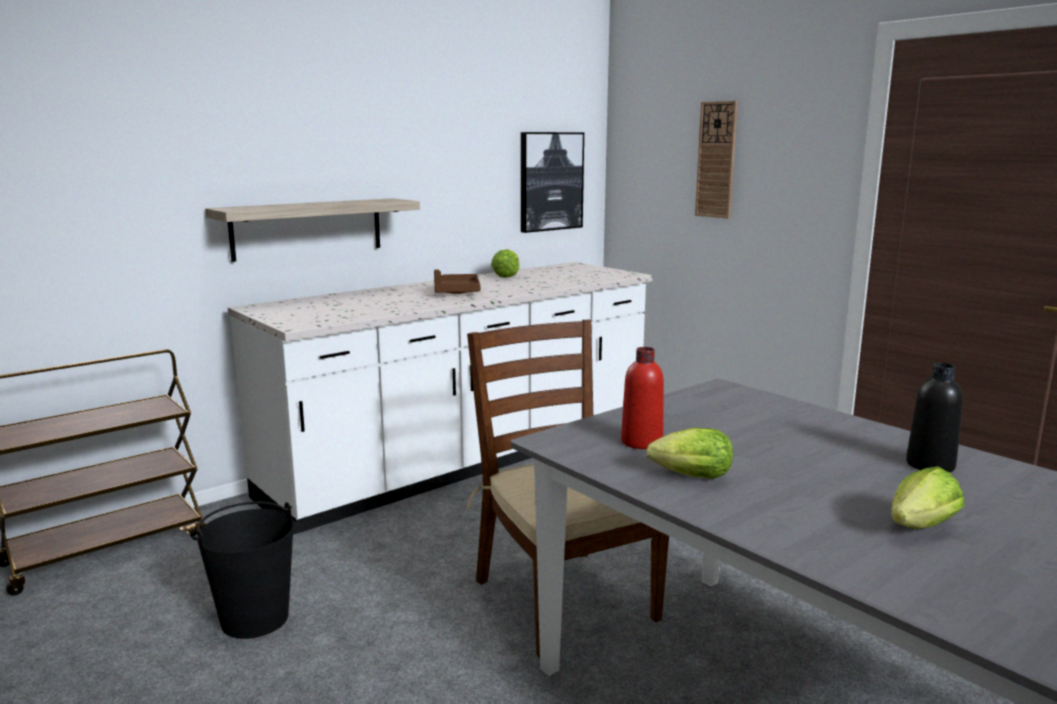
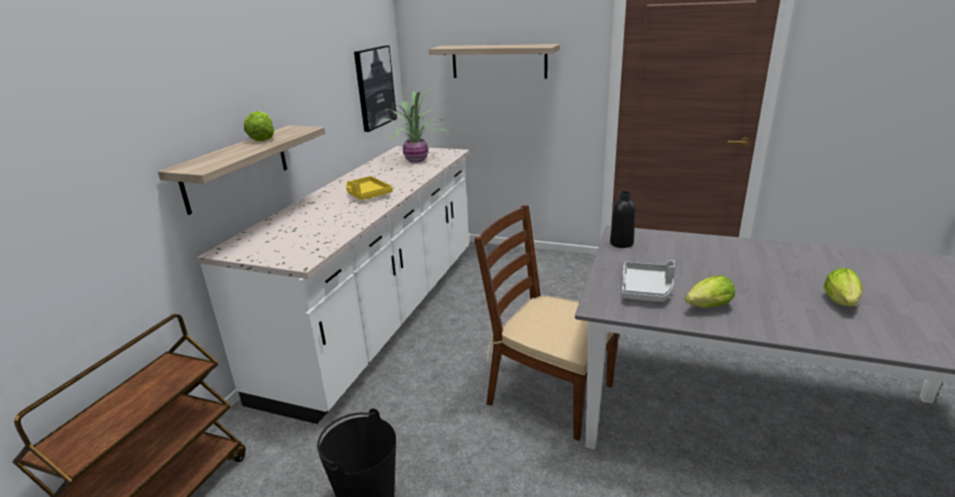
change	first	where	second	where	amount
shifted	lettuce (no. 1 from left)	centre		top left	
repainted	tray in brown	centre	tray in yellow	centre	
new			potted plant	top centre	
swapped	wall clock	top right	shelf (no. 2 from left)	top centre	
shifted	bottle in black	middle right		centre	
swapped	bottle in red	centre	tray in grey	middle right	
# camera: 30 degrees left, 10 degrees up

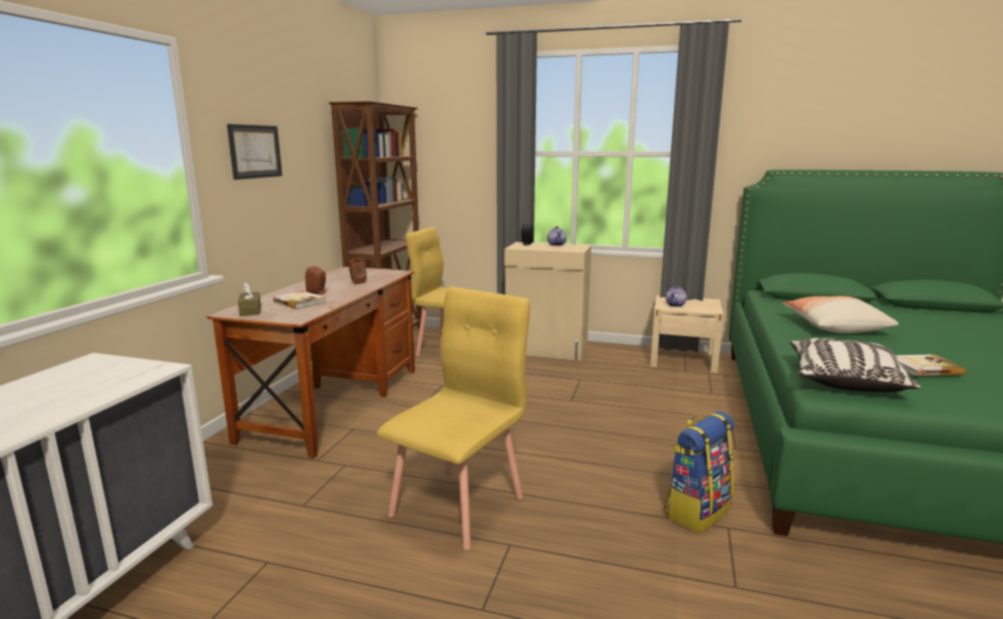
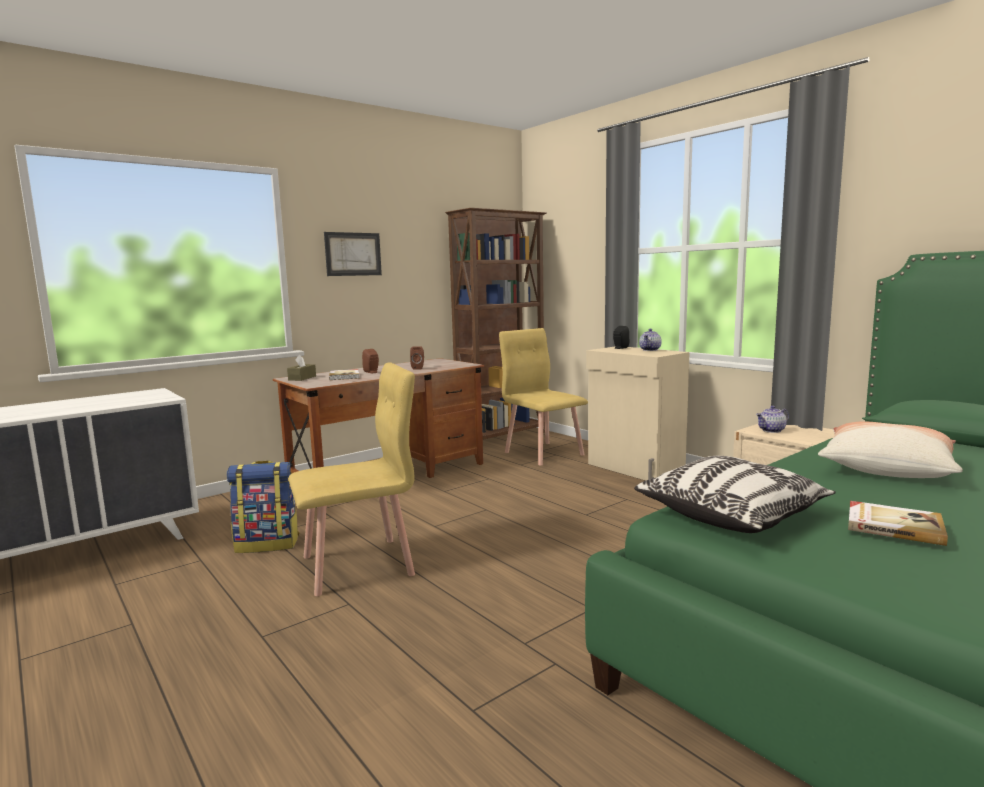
change	first	where	second	where	amount
shifted	backpack	bottom right		middle left	
# camera: 35 degrees right, 5 degrees down

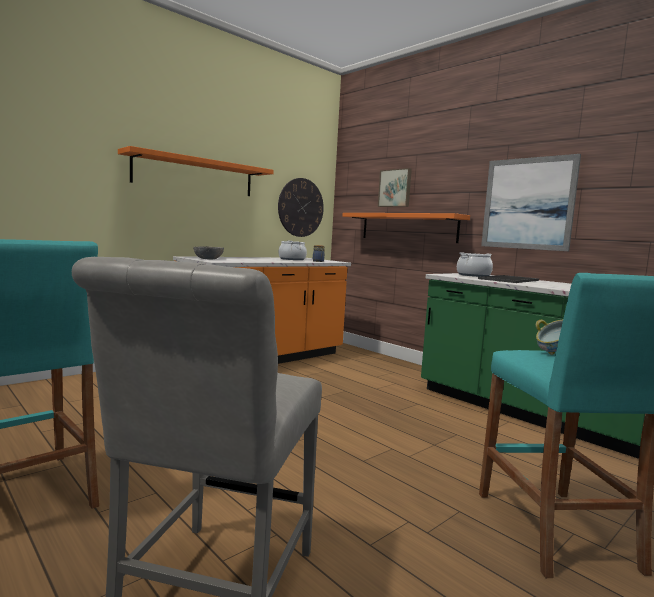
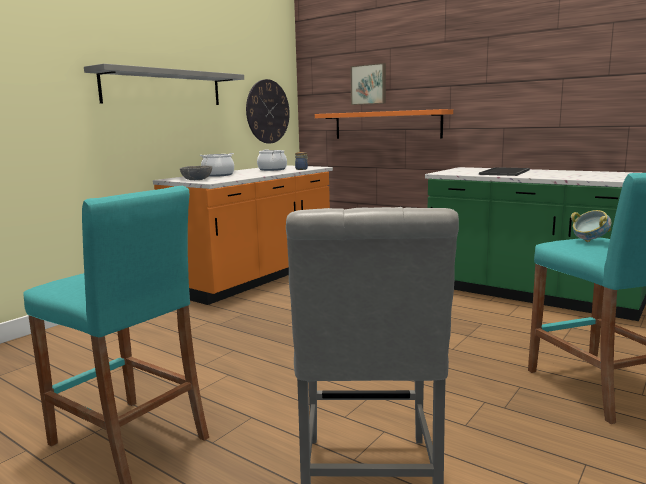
change	first	where	second	where	amount
repainted	shelf in orange (no. 1 from left)	top left	shelf in grey	top left	
shifted	cooking pot (no. 2 from left in the first image)	middle right	cooking pot (no. 1 from left)	centre	
gone	picture (no. 2 from left)	middle right			
# camera: 10 degrees left, 5 degrees up

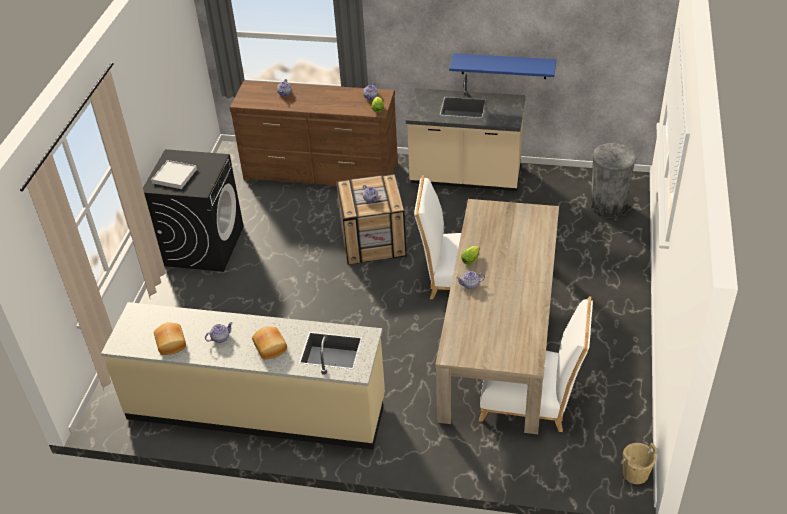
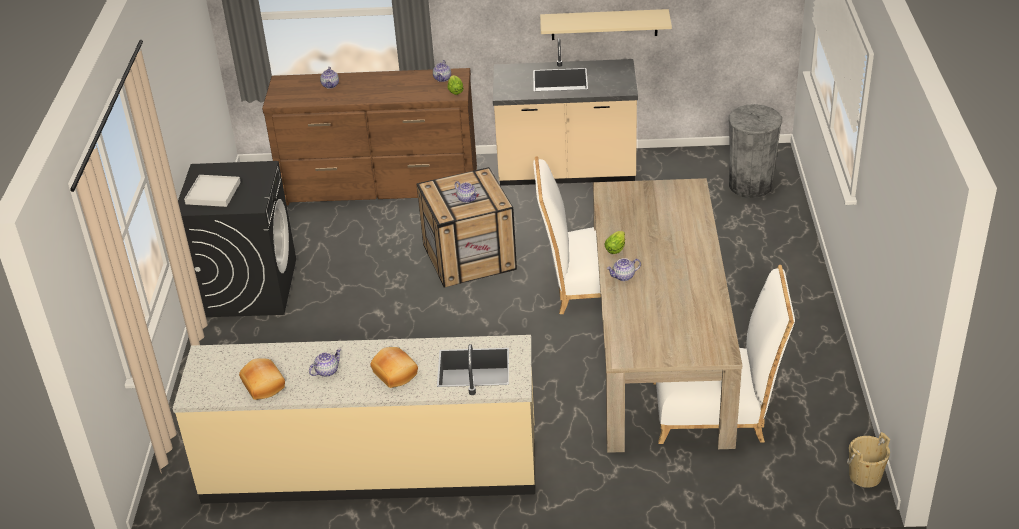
change	first	where	second	where	amount
repainted	shelf in blue	top centre	shelf in beige	top centre	
# camera: 10 degrees left, 5 degrees down

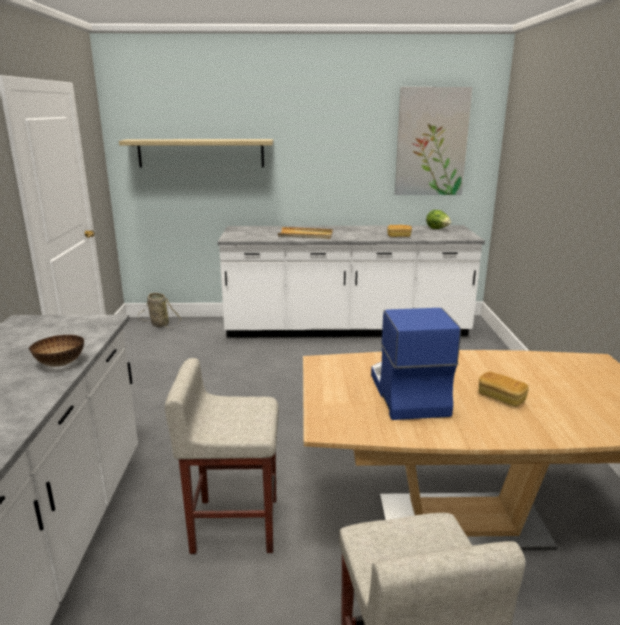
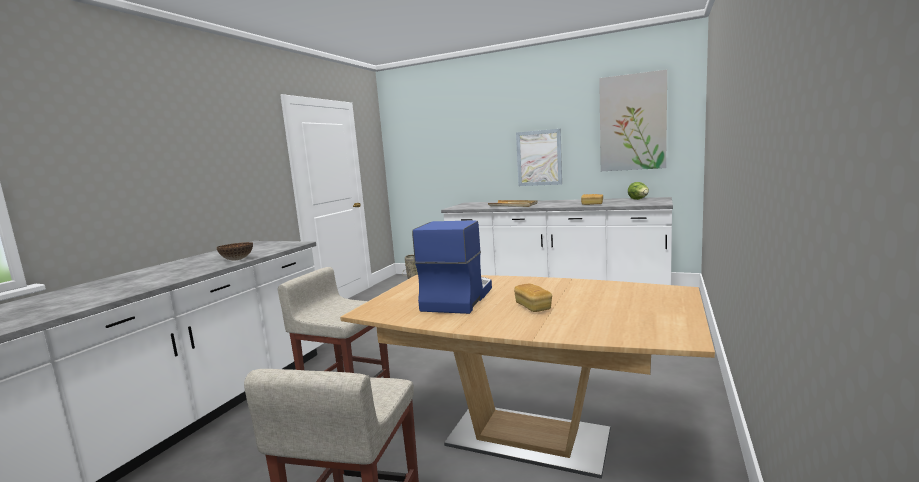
change	first	where	second	where	amount
new			picture (no. 1 from left)	top centre	
gone	shelf	top left			
# camera: 25 degrees right, 10 degrees down

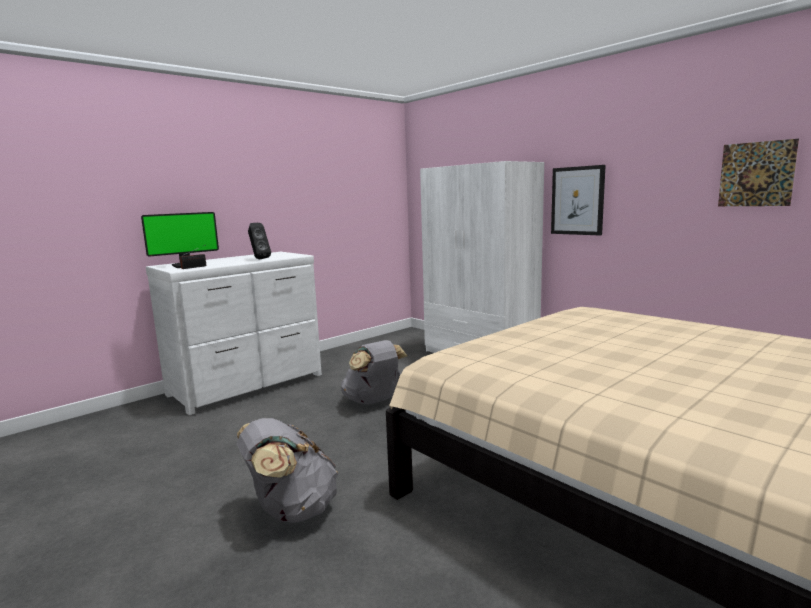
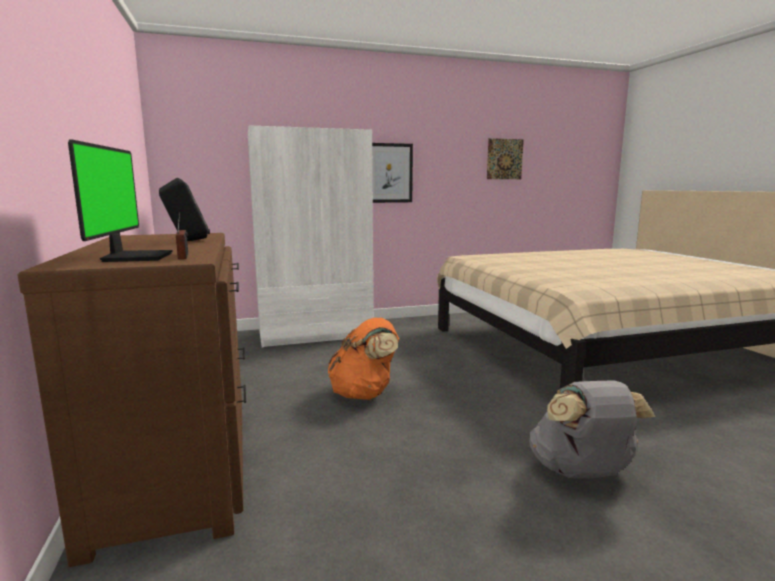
change	first	where	second	where	amount
repainted	dresser in white	middle left	dresser in brown	bottom left	
repainted	backpack in grey (no. 2 from left)	centre	backpack in orange	centre	
# camera: 65 degrees left, 0 degrees up

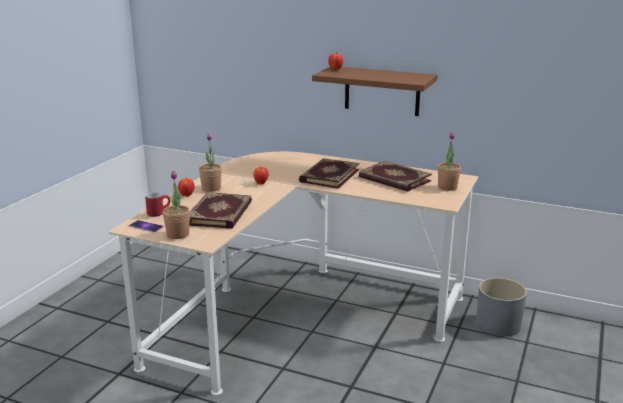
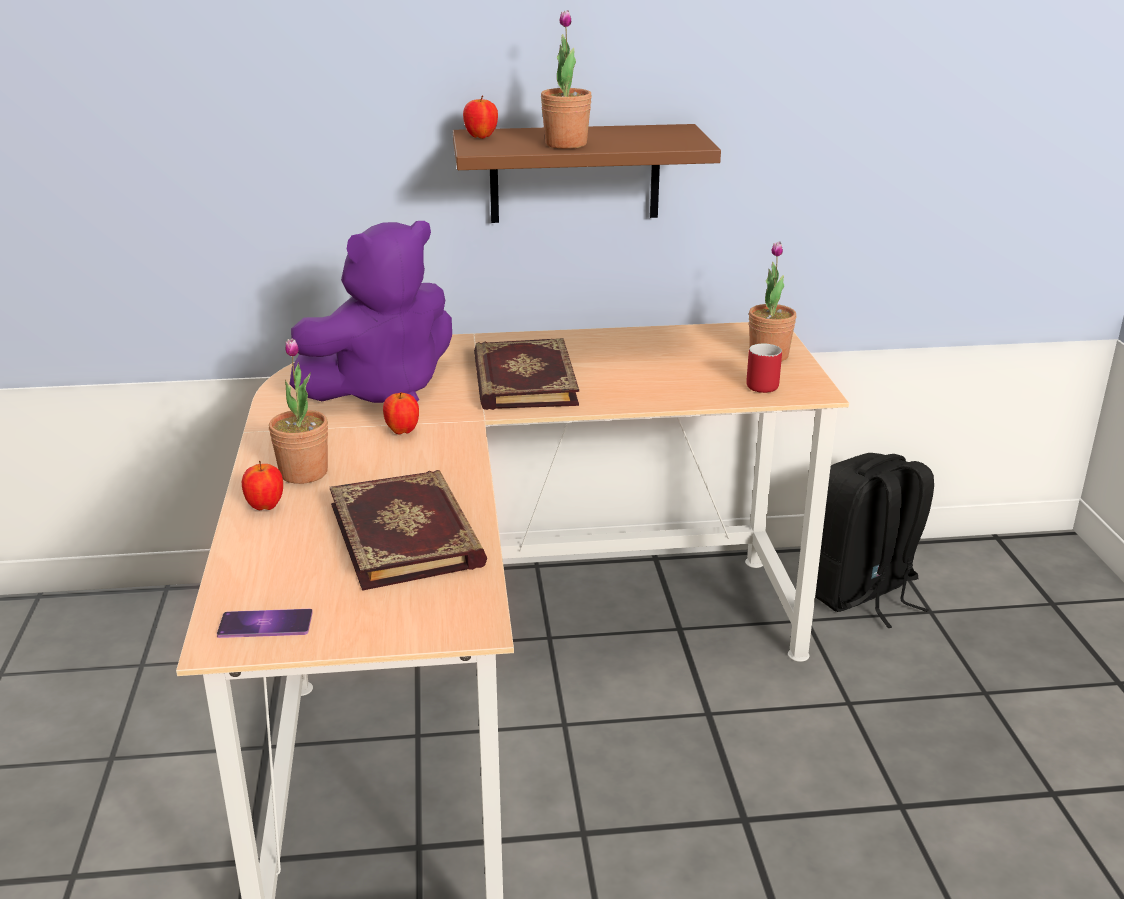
change	first	where	second	where	amount
new			plush toy in purple	middle left	
shifted	potted plant (no. 1 from left in the first image)	middle left	potted plant (no. 2 from left)	top centre	
shifted	mug in red	middle left		middle right	
swapped	planter in grey	bottom right	backpack in black	middle right	
gone	book (no. 3 from left)	centre			
# camera: 30 degrees left, 5 degrees up

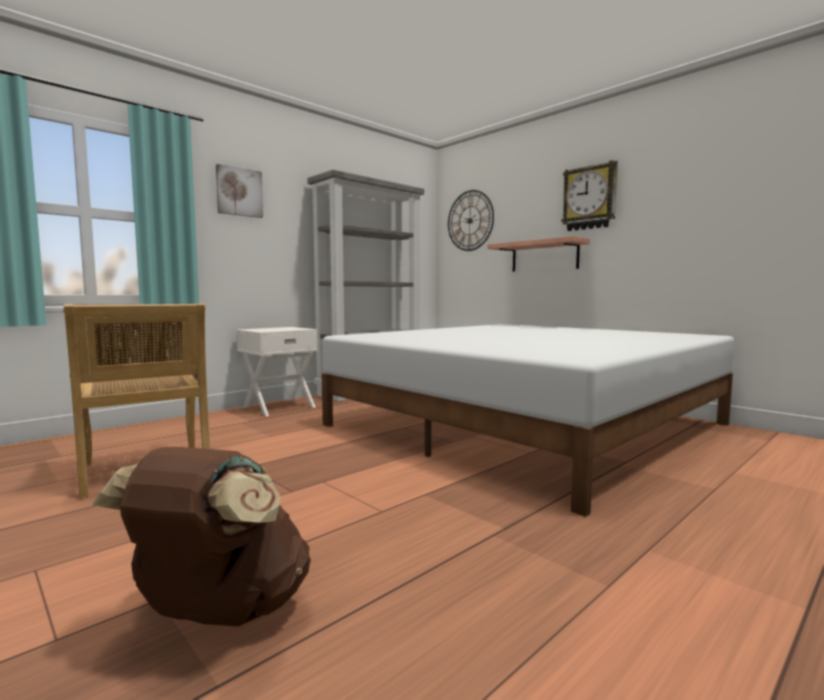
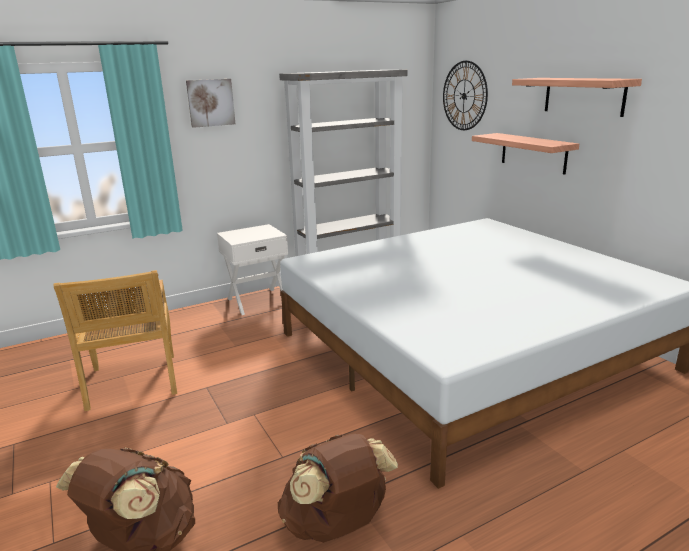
change	first	where	second	where	amount
new			backpack in brown (no. 2 from left)	bottom centre	
swapped	wall clock (no. 2 from left)	top right	shelf (no. 2 from left)	top right	
# camera: 15 degrees right, 15 degrees up

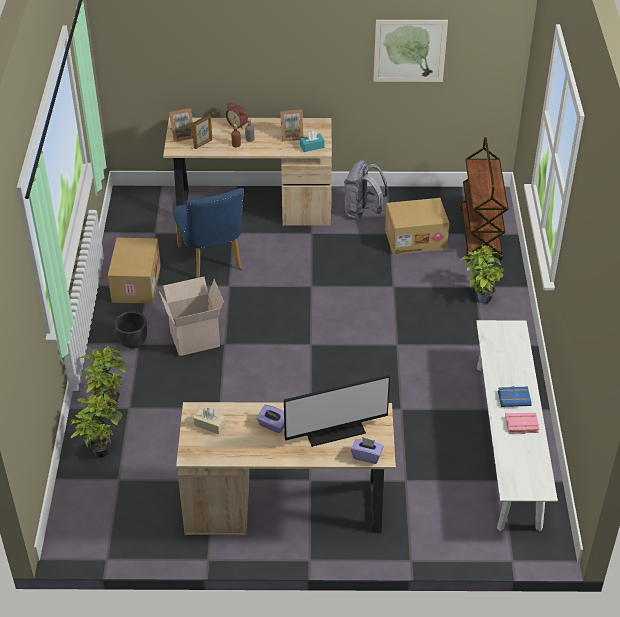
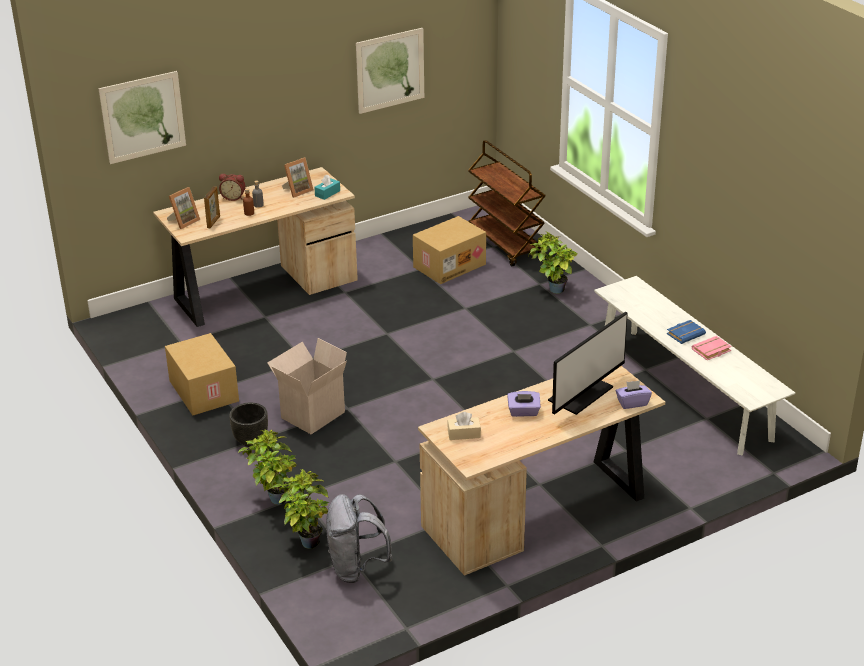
change	first	where	second	where	amount
new			picture (no. 1 from left)	top left	
shifted	backpack in grey	top centre		bottom centre	
gone	chair in blue	centre			
# camera: 30 degrees left, 10 degrees down

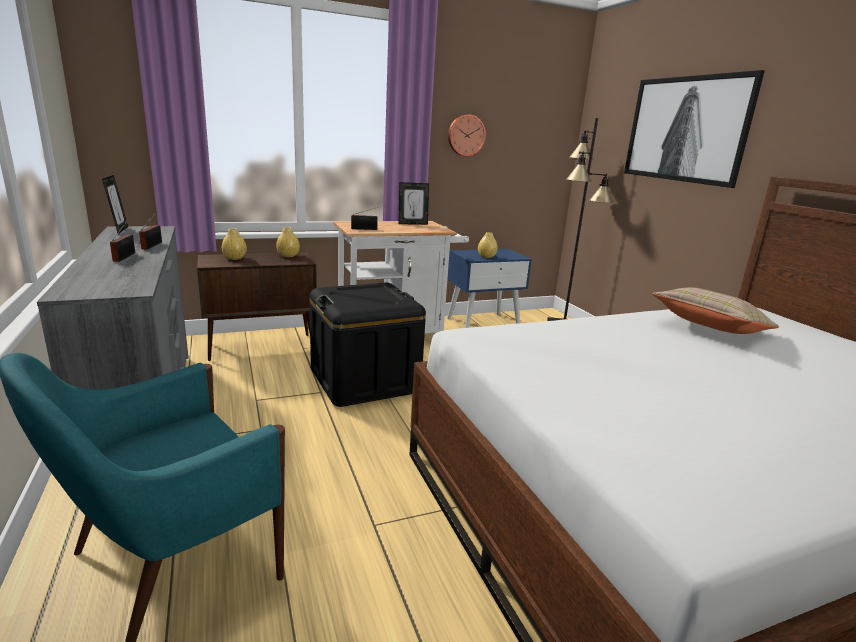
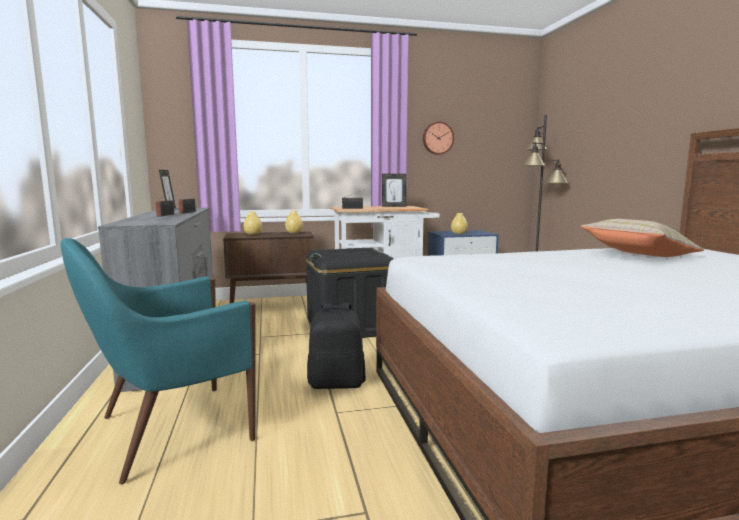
change	first	where	second	where	amount
new			backpack in black	centre	
gone	picture	top right			
# camera: 10 degrees right, 10 degrees down

